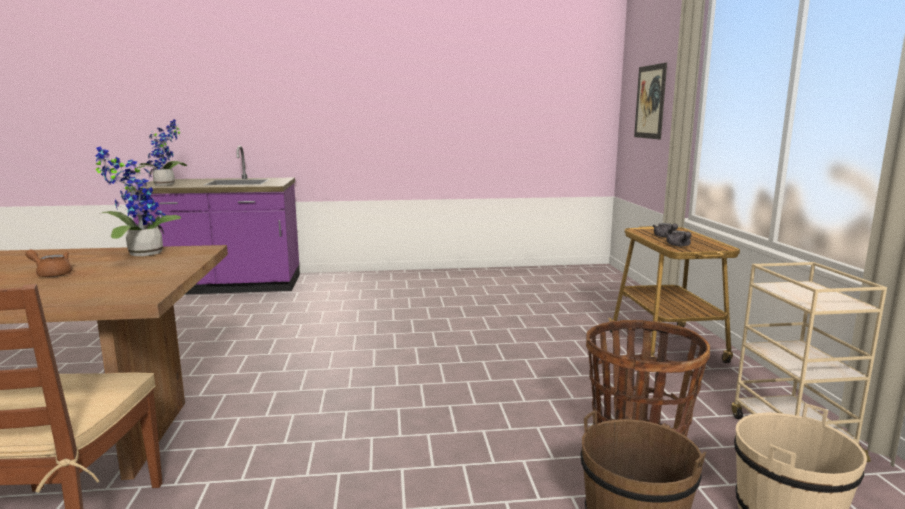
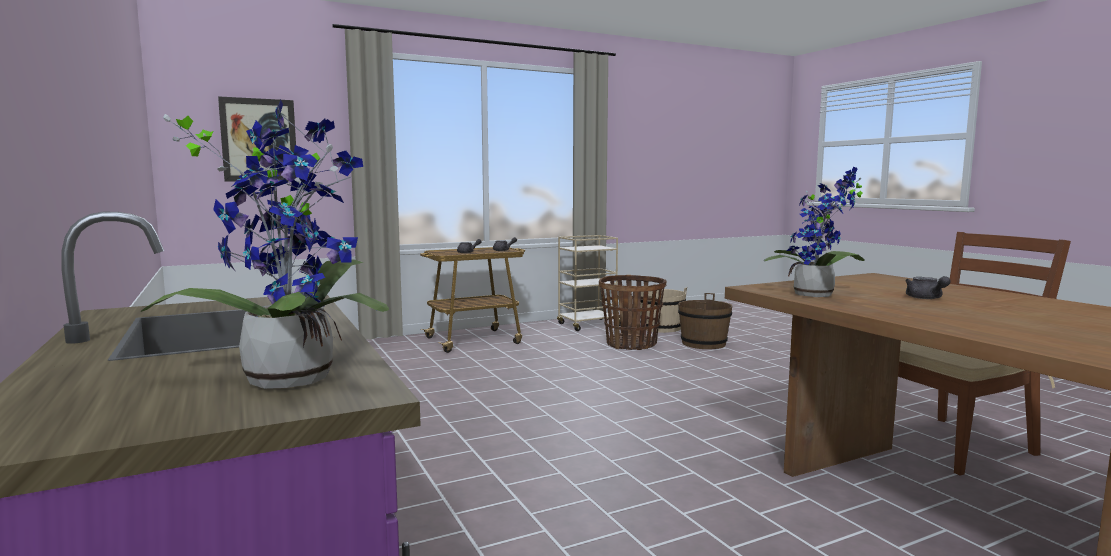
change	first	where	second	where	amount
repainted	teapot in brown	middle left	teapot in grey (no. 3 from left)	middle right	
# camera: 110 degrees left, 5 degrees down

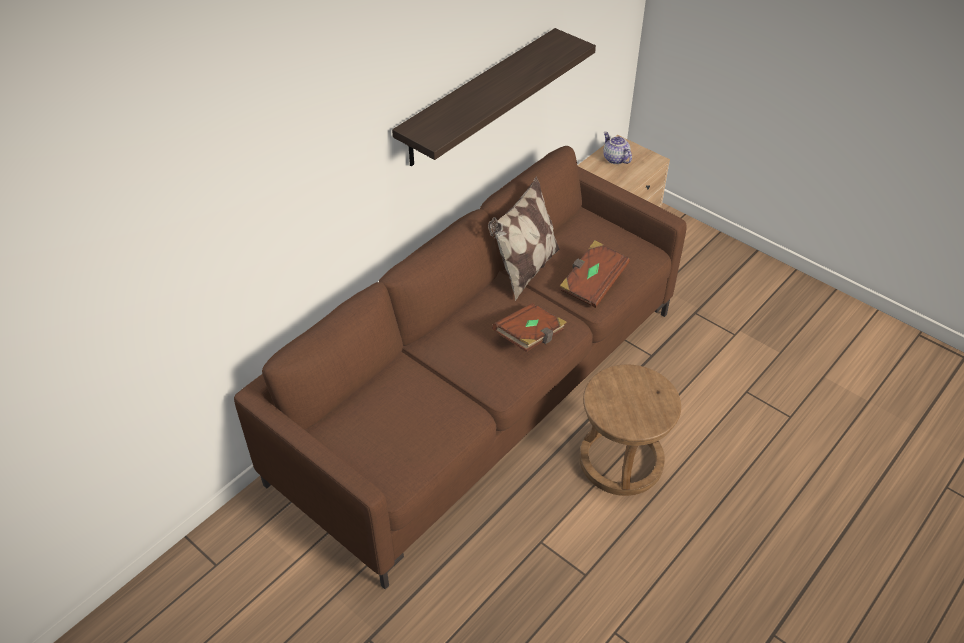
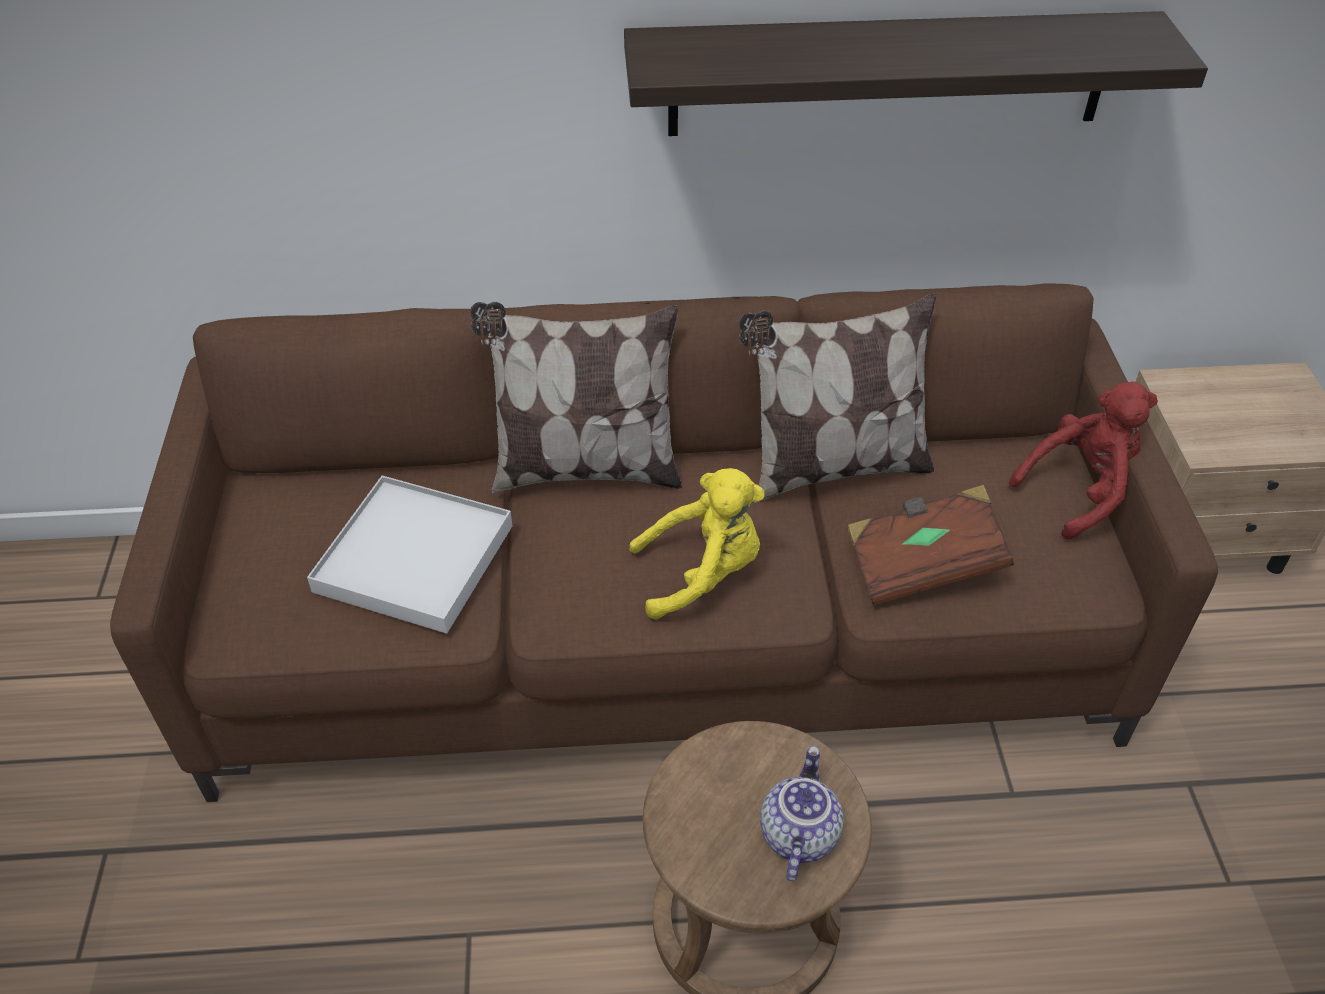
change	first	where	second	where	amount
new			tray in white	middle left	
new			pillow (no. 1 from left)	centre	
swapped	book in brown (no. 1 from left)	centre	plush toy in yellow	centre	
shifted	teapot	top centre		bottom centre	
new			plush toy in red	middle right	
# camera: 45 degrees right, 0 degrees up

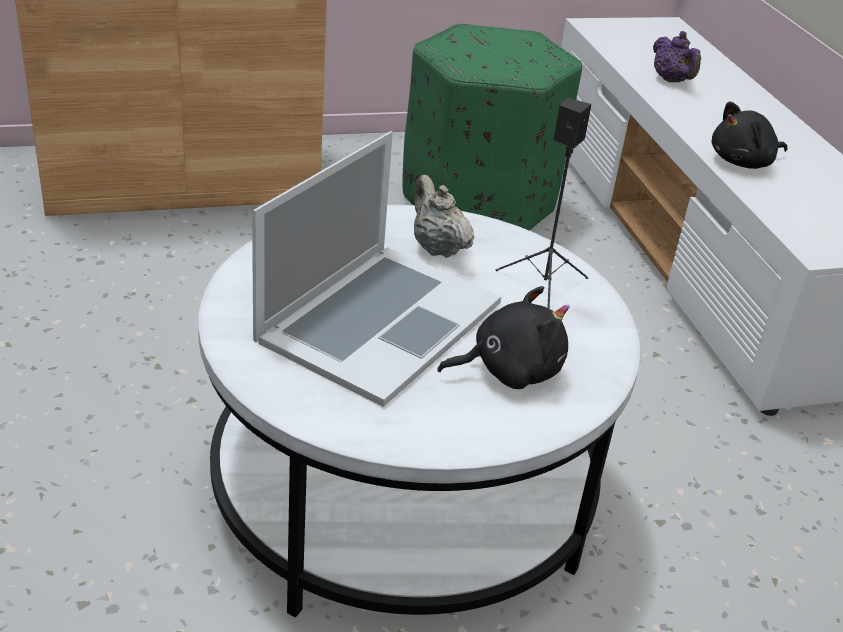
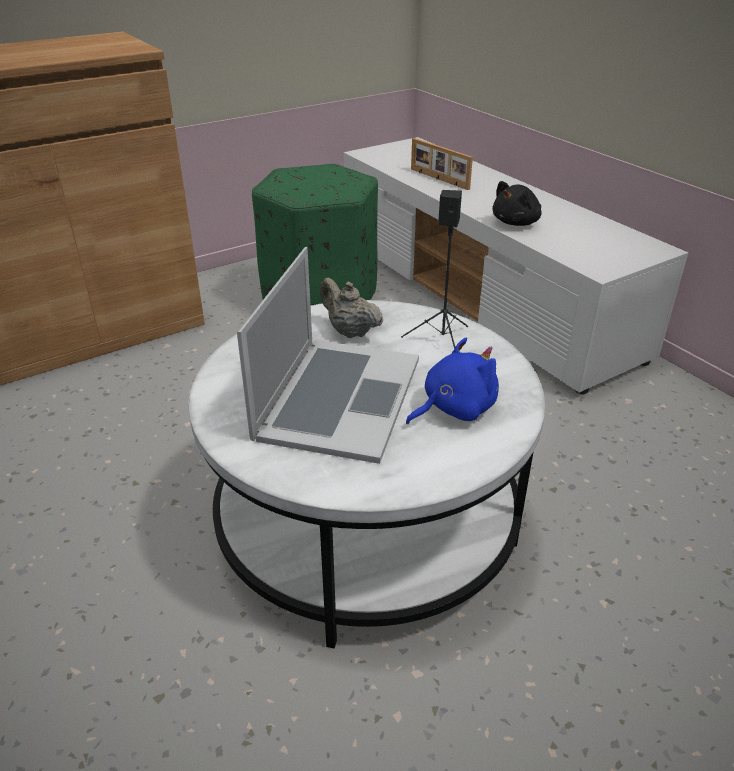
change	first	where	second	where	amount
repainted	plush toy in black (no. 1 from left)	centre	plush toy in blue	centre	
swapped	teapot in purple	top right	picture frame	top centre	
# camera: 15 degrees left, 0 degrees up

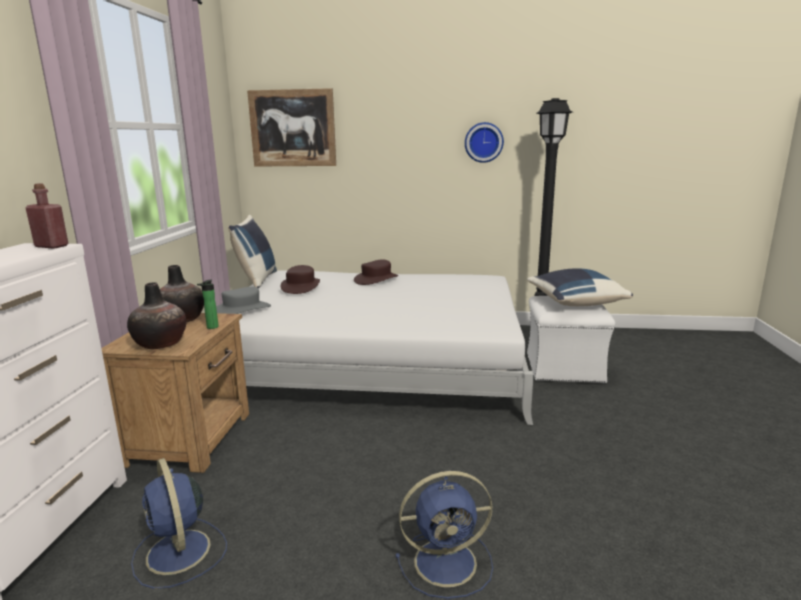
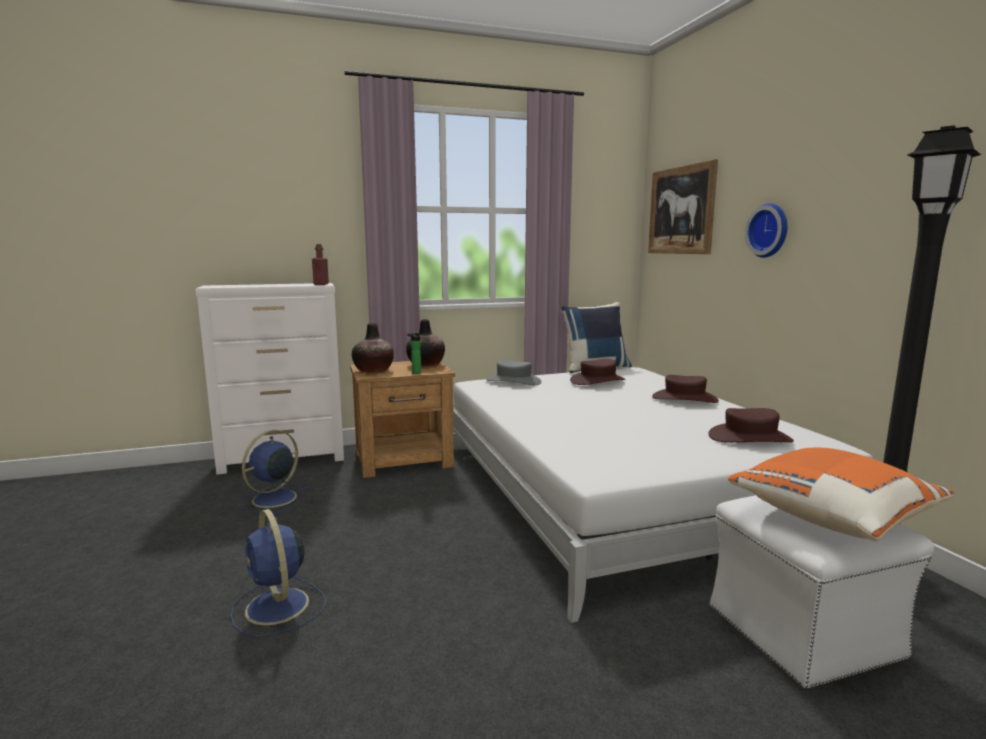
change	first	where	second	where	amount
new			hat in brown (no. 3 from left)	middle right	
repainted	pillow in blue (no. 2 from left)	middle right	pillow in orange	bottom right	
shifted	wall clock	top centre		top right	
# camera: 65 degrees right, 5 degrees down

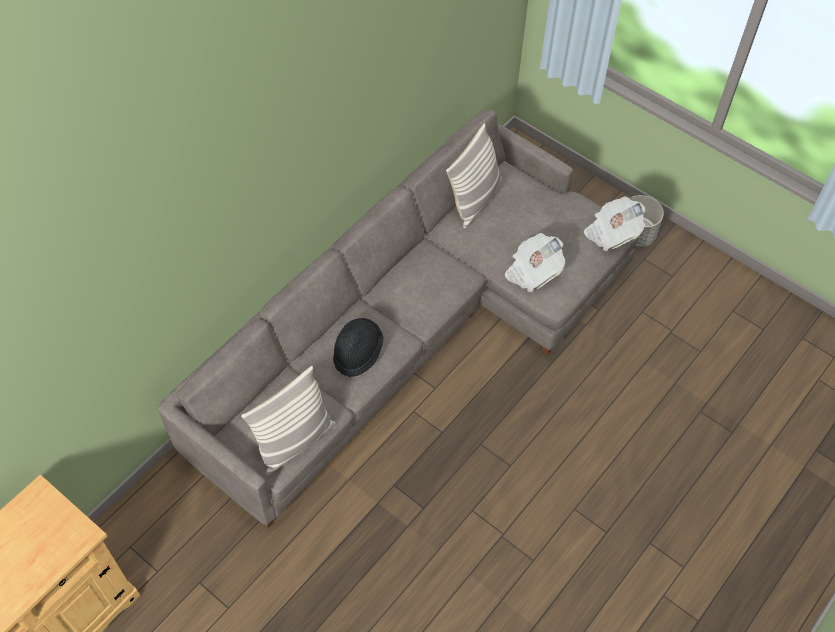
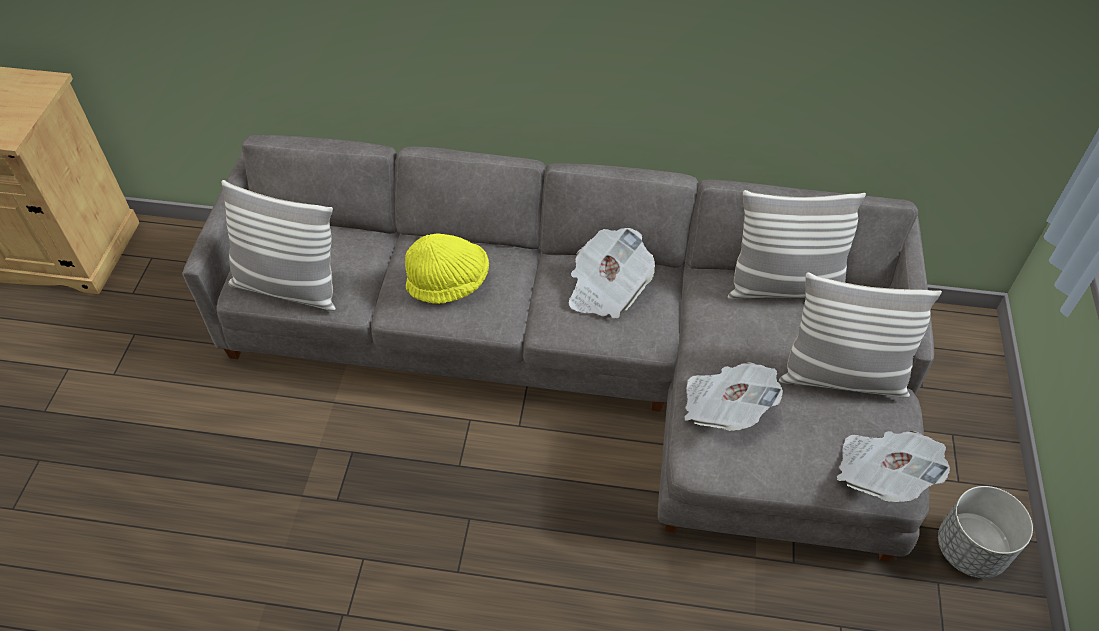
change	first	where	second	where	amount
repainted	hat in black	centre	hat in yellow	centre	
new			newspaper (no. 1 from left)	centre	
new			pillow (no. 3 from left)	middle right	
# camera: 60 degrees right, 5 degrees down

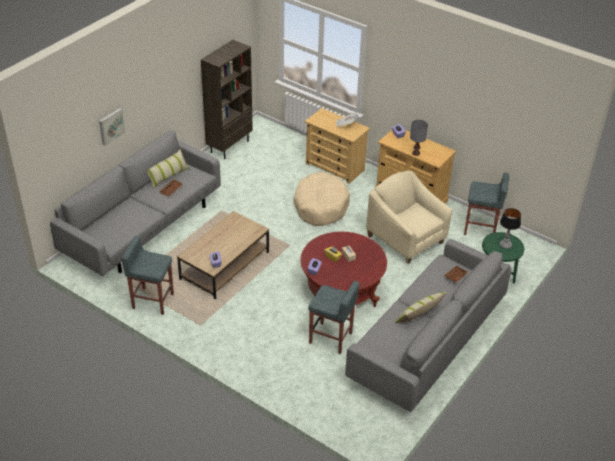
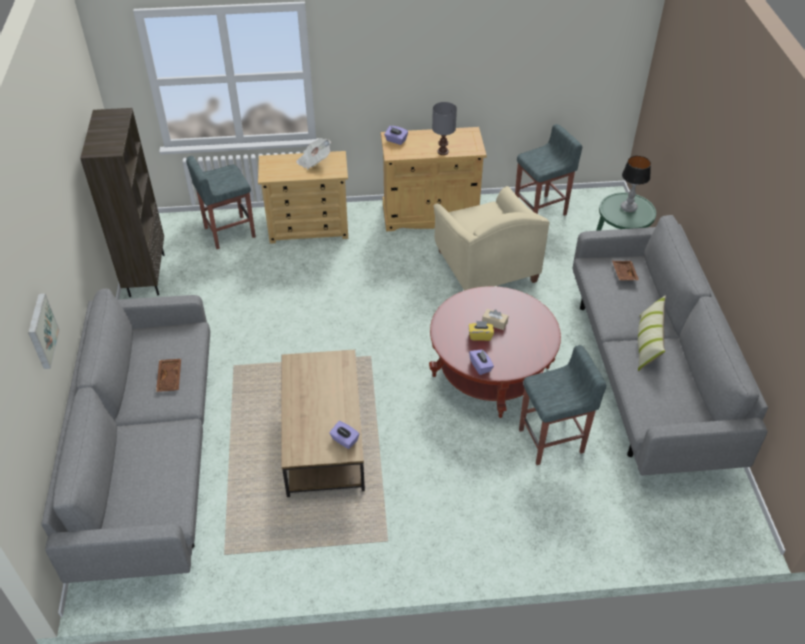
change	first	where	second	where	amount
shifted	stool in grey (no. 1 from left)	middle left		top left	
rotated	armchair in beige	centre		centre	120 degrees counterclockwise
gone	pillow (no. 1 from left)	middle left			
gone	dog bed in beige	centre			
# camera: 40 degrees left, 5 degrees up

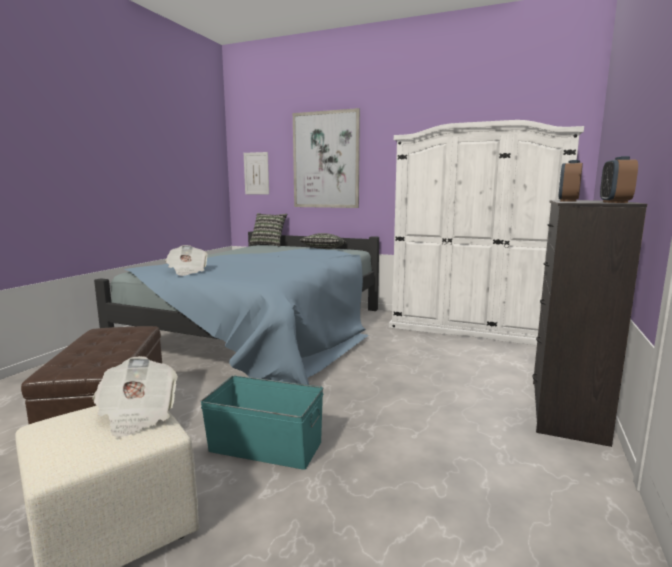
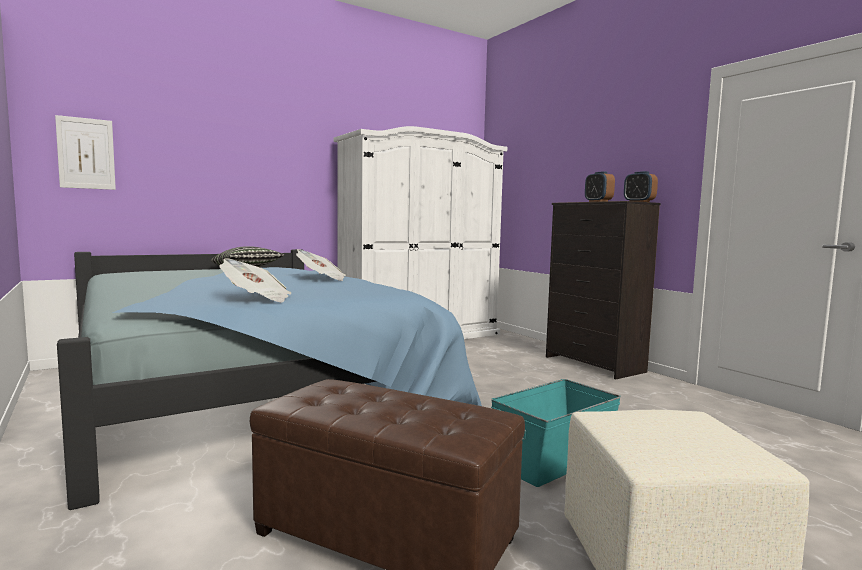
change	first	where	second	where	amount
shifted	newspaper (no. 1 from left in the first image)	bottom left	newspaper (no. 2 from left)	centre	
gone	pillow (no. 1 from left)	centre			
gone	picture (no. 2 from left)	top centre			
# camera: 55 degrees left, 5 degrees down

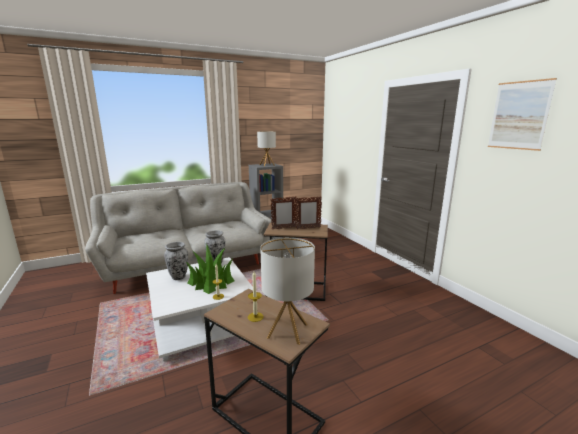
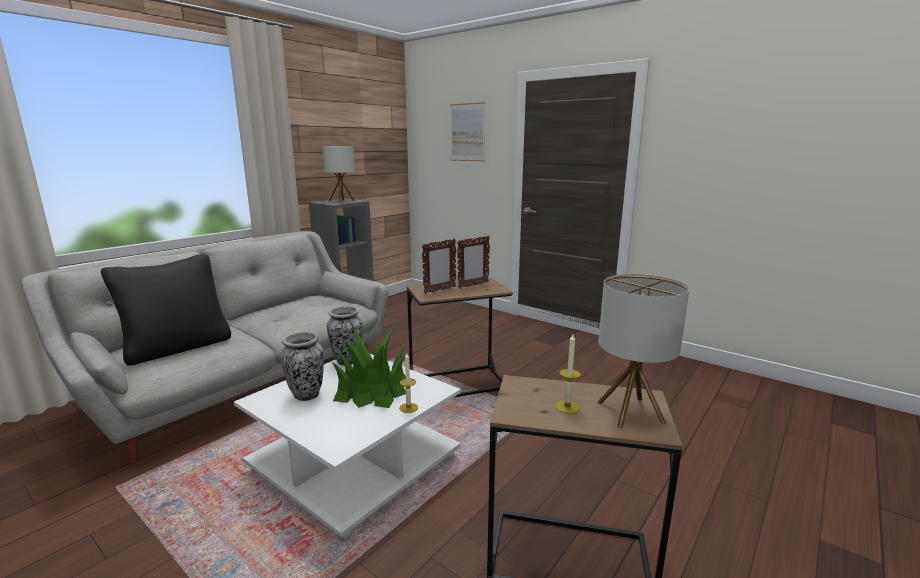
change	first	where	second	where	amount
new			pillow in black	middle left	
shifted	picture	top right		top centre	
# camera: 25 degrees left, 0 degrees up

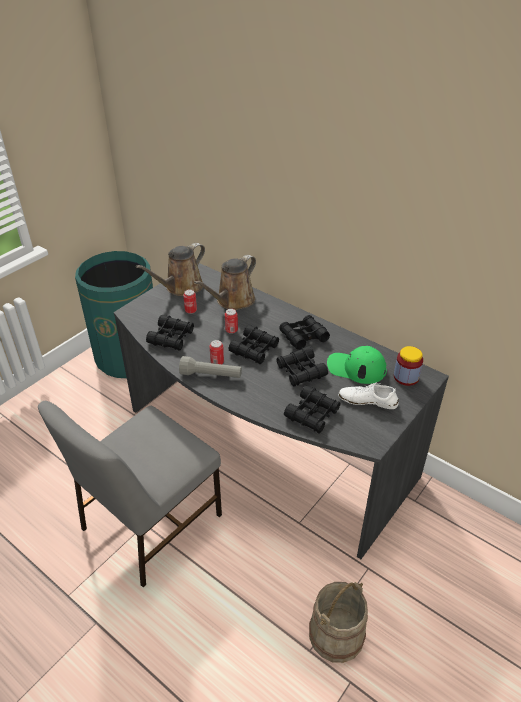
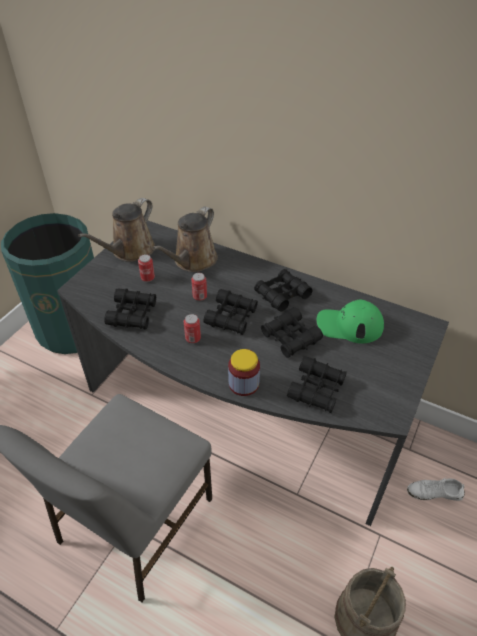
change	first	where	second	where	amount
shifted	jar	middle right		centre	
shifted	shoe in white	middle right		bottom right	
gone	flashlight in grey	centre			
# camera: 10 degrees left, 5 degrees up

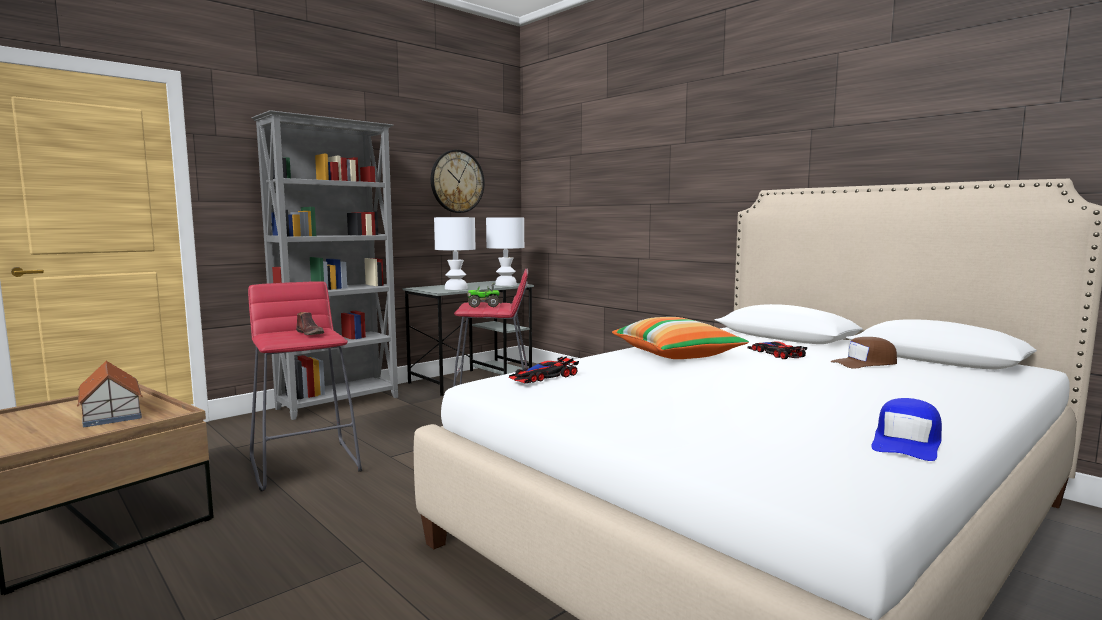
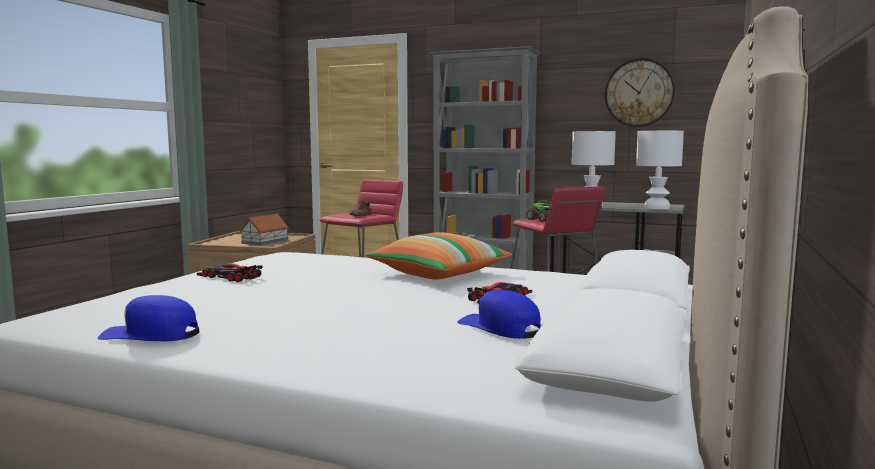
change	first	where	second	where	amount
shifted	toy car (no. 1 from left)	centre		middle left	
repainted	cap in brown	middle right	cap in blue (no. 2 from left)	bottom centre	
# camera: 65 degrees right, 0 degrees up

